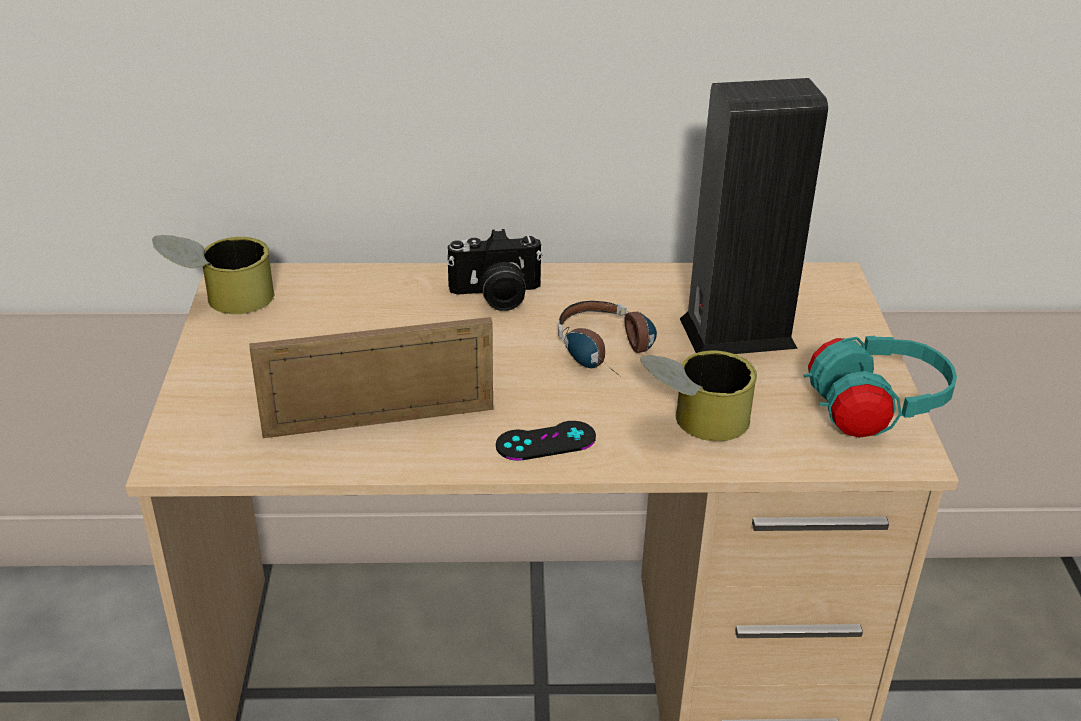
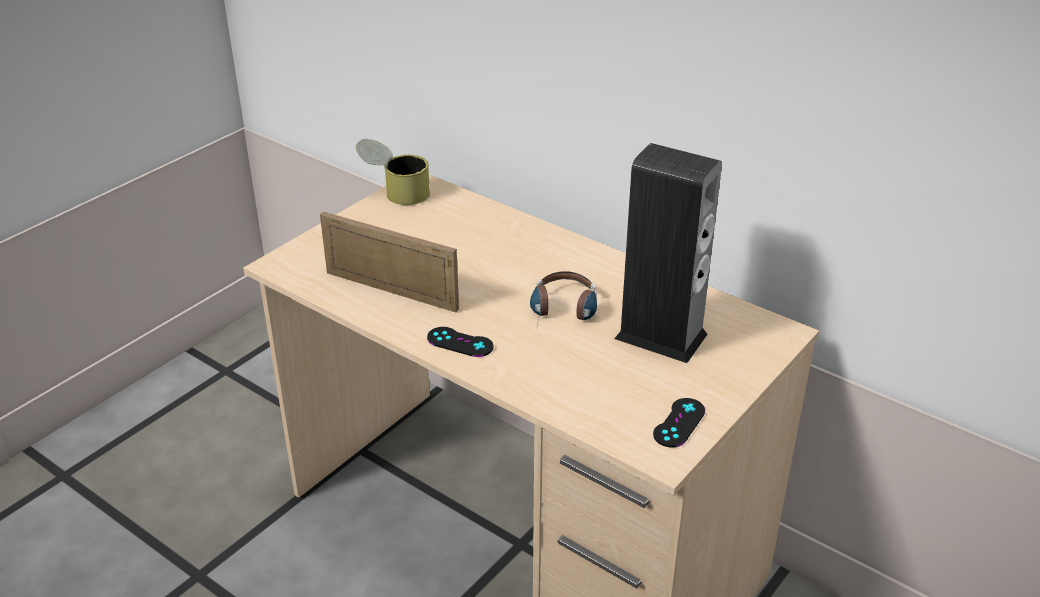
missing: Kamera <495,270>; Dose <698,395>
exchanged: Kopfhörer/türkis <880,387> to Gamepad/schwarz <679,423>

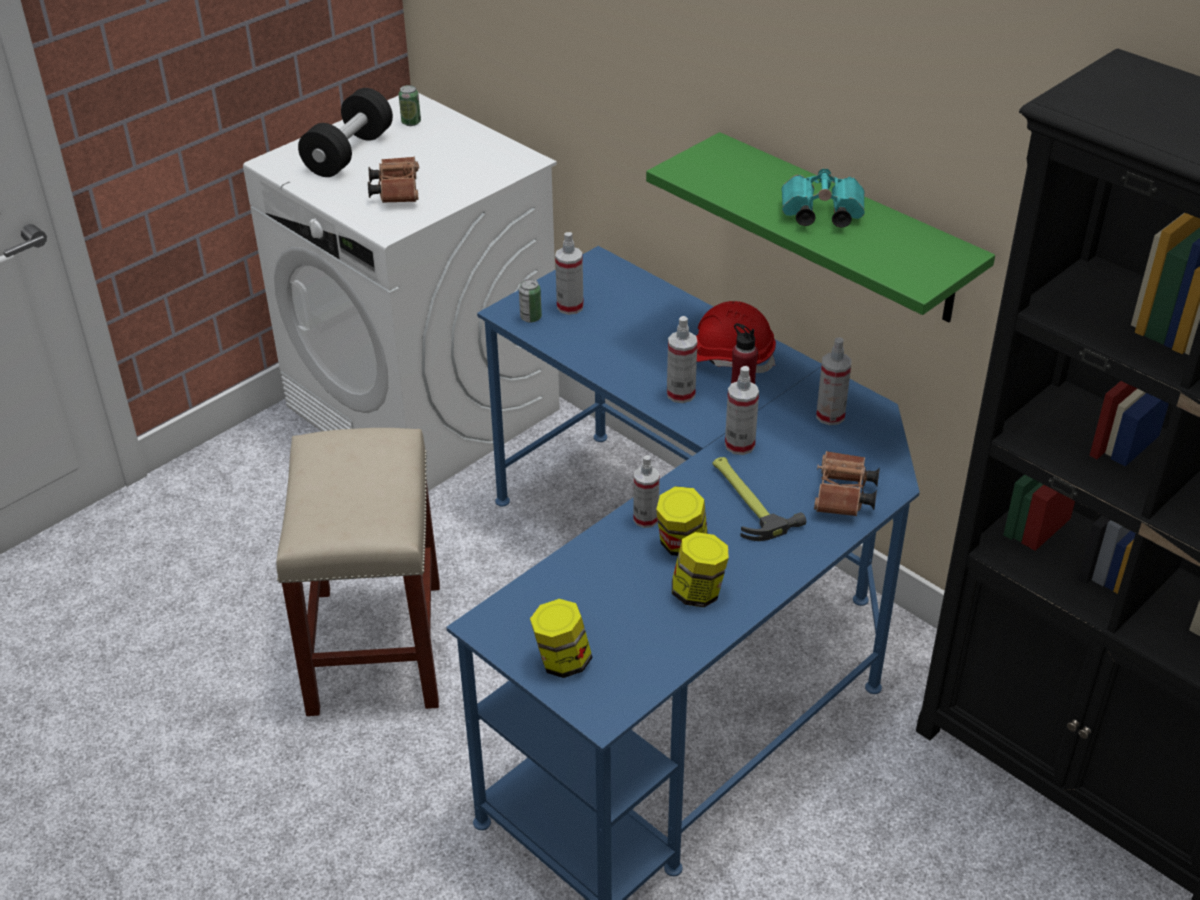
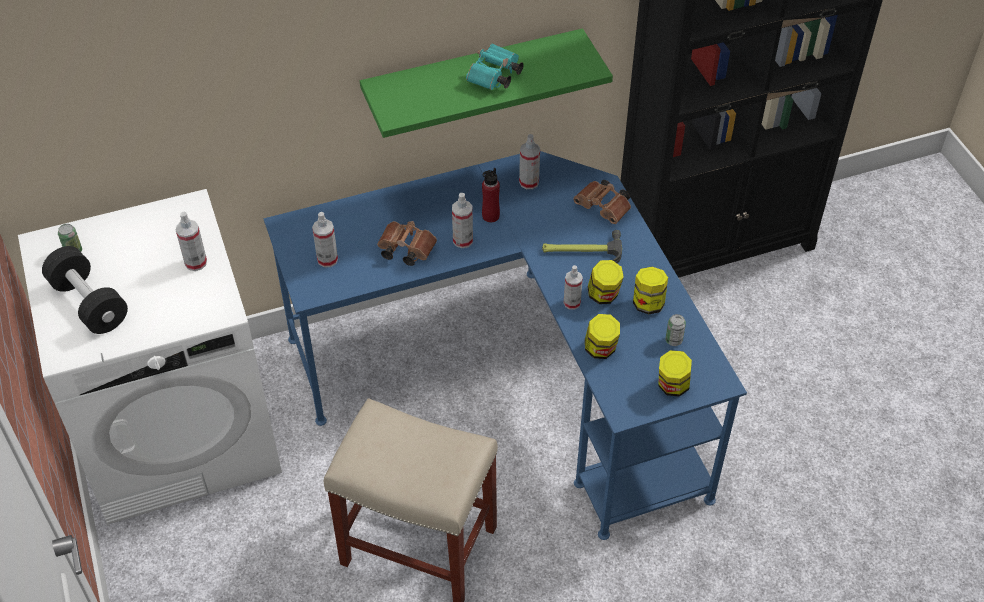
missing: Schutzhelm/rot <736,337>
appeared: Vorratsglas <602,336>
relocated: Sprühflasche <742,410> to <191,241>; Fernglas/braun <393,179> to <407,243>; Dose <530,301> to <675,330>

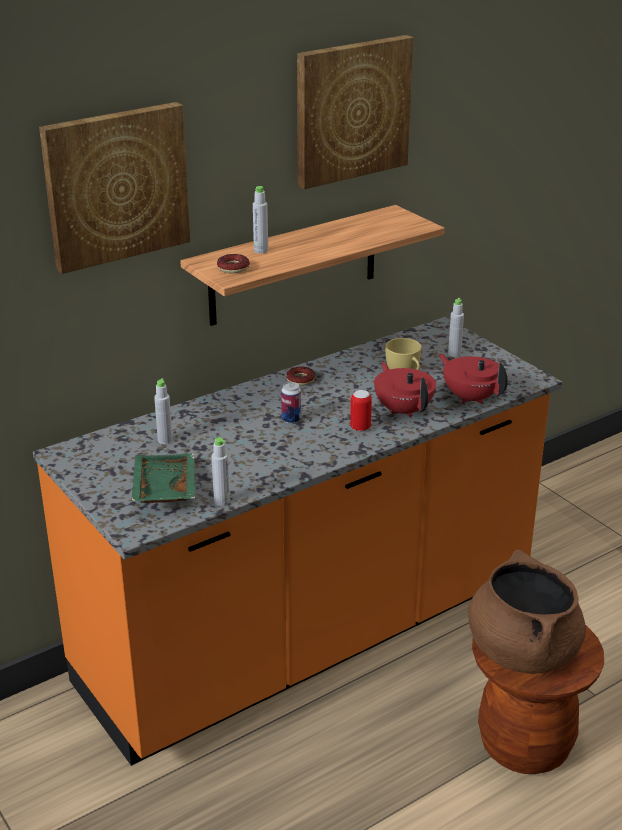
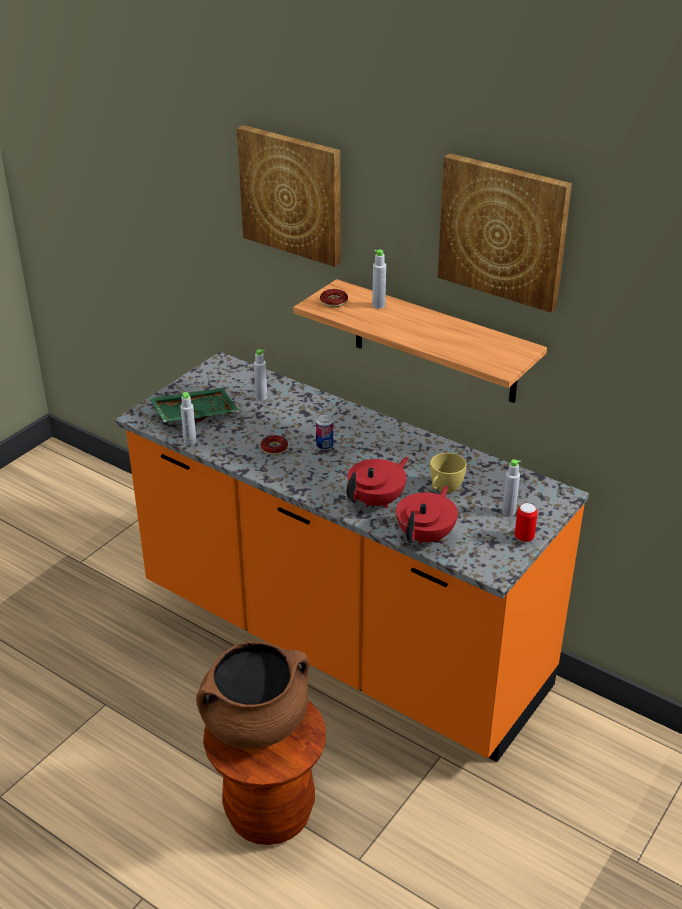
relocated: Donut <300,376> to <274,445>; Dose <361,411> to <526,522>

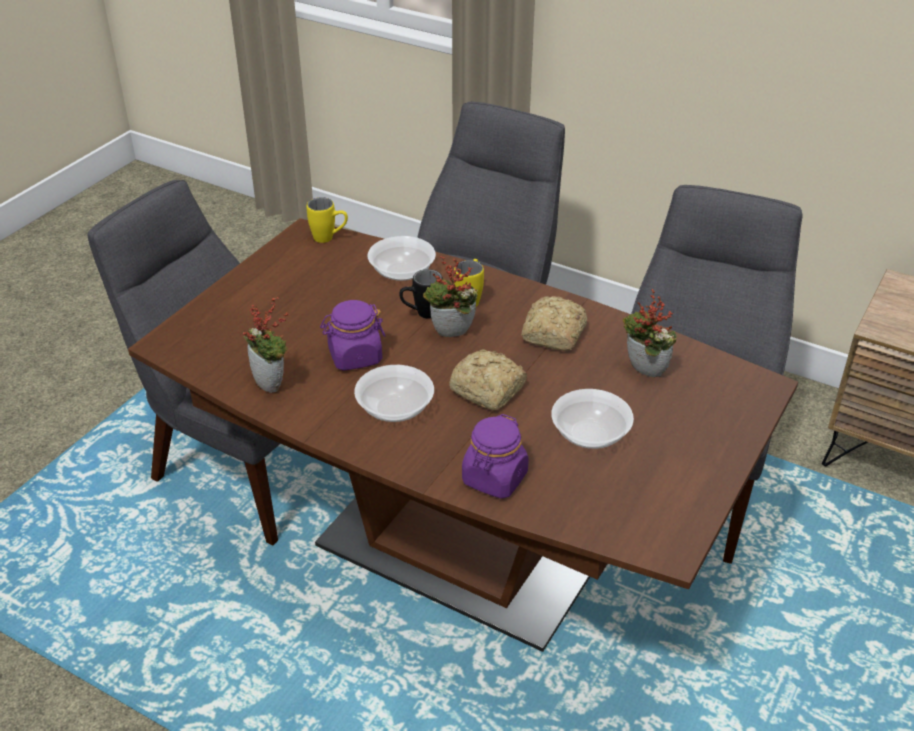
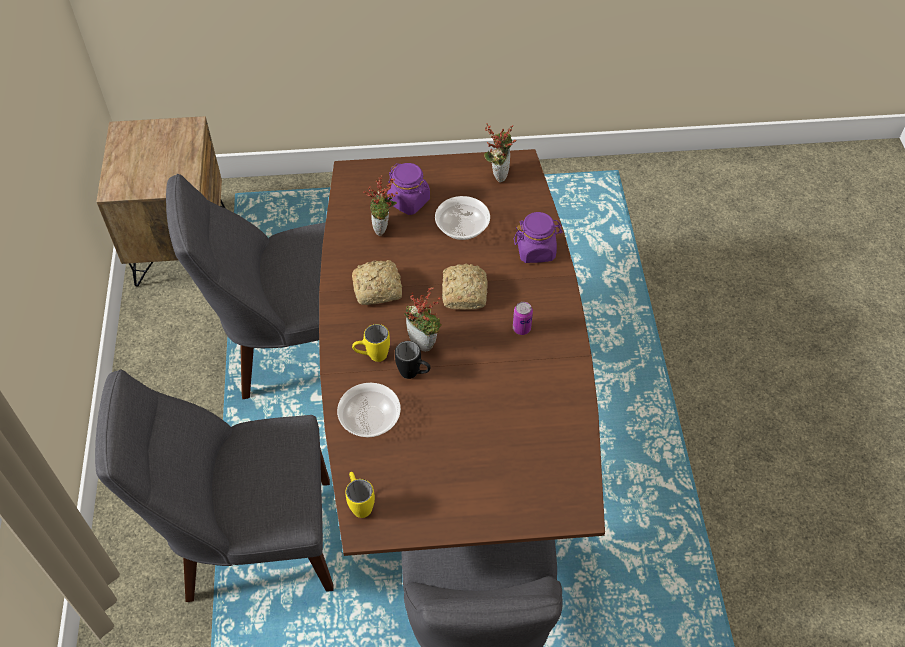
relocated: Vorratsglas/lila <352,335> to <408,189>; Topfpflanze <266,344> to <500,153>
exchanged: Schüssel <394,393> to Dose <523,318>

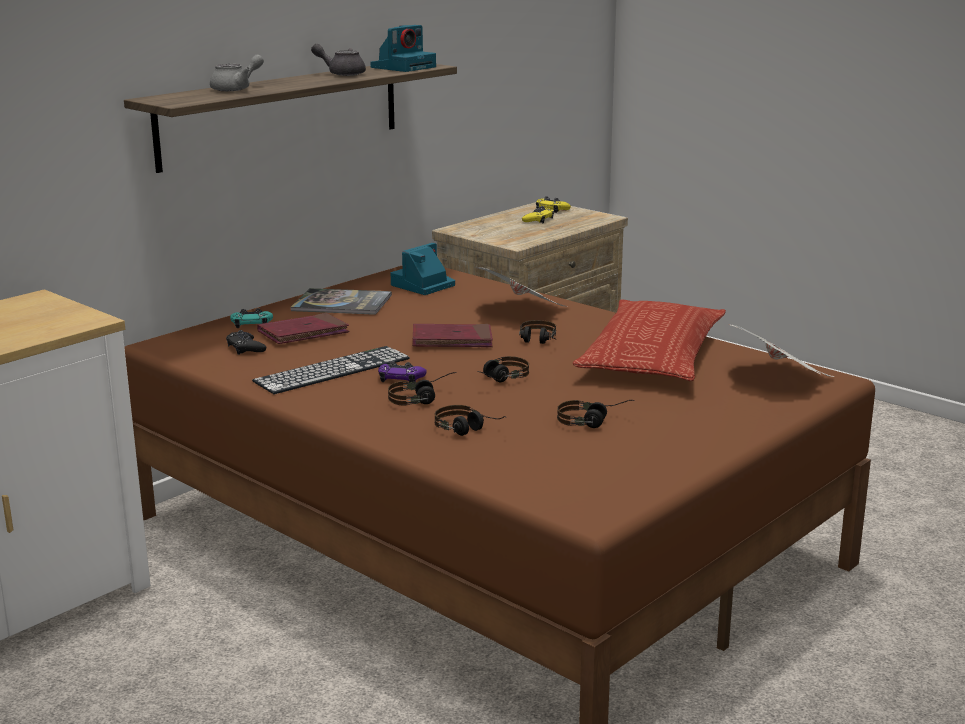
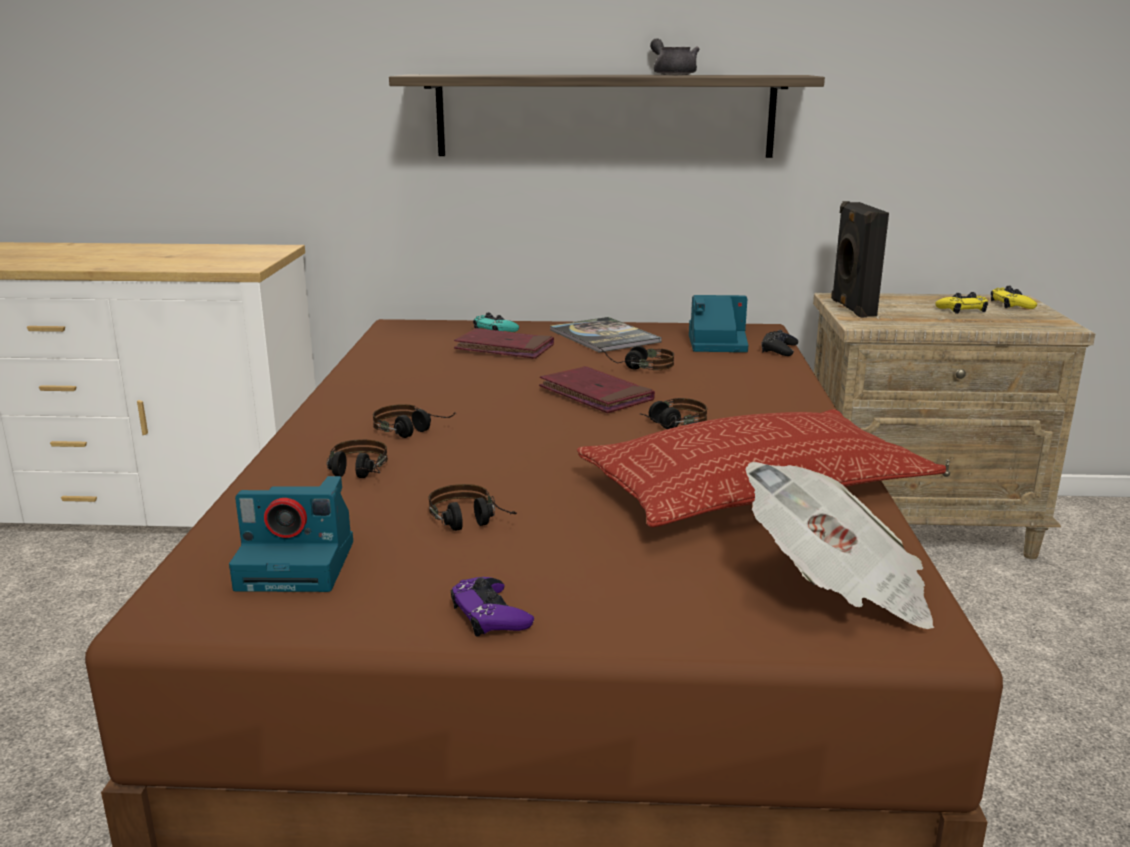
missing: Teekanne/grau <237,73>; Tastatur <331,370>; Zeitung <520,286>
appeared: Lautsprecher/schwarz <860,259>
relocated: Kamera <403,48> to <291,534>; Gamepad/lila <402,371> to <492,607>; Kopfhörer <503,369> to <636,358>; Gamepad/schwarz <246,342> to <779,343>

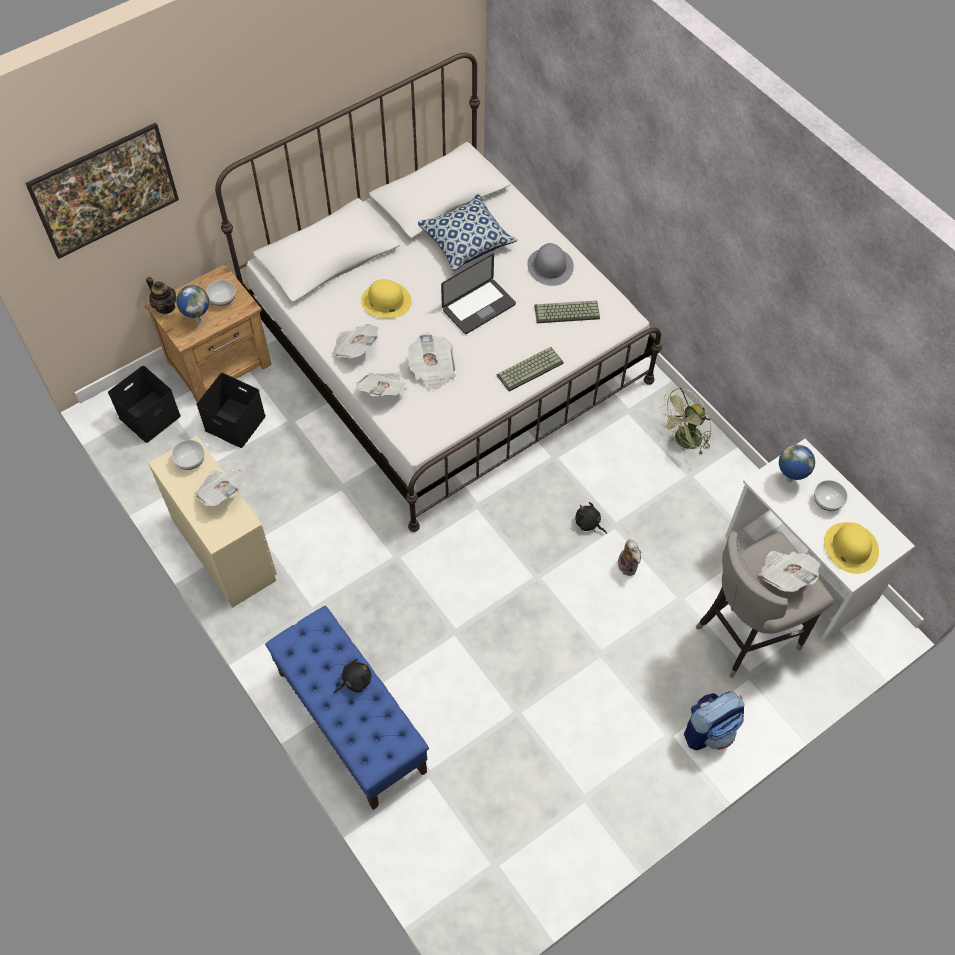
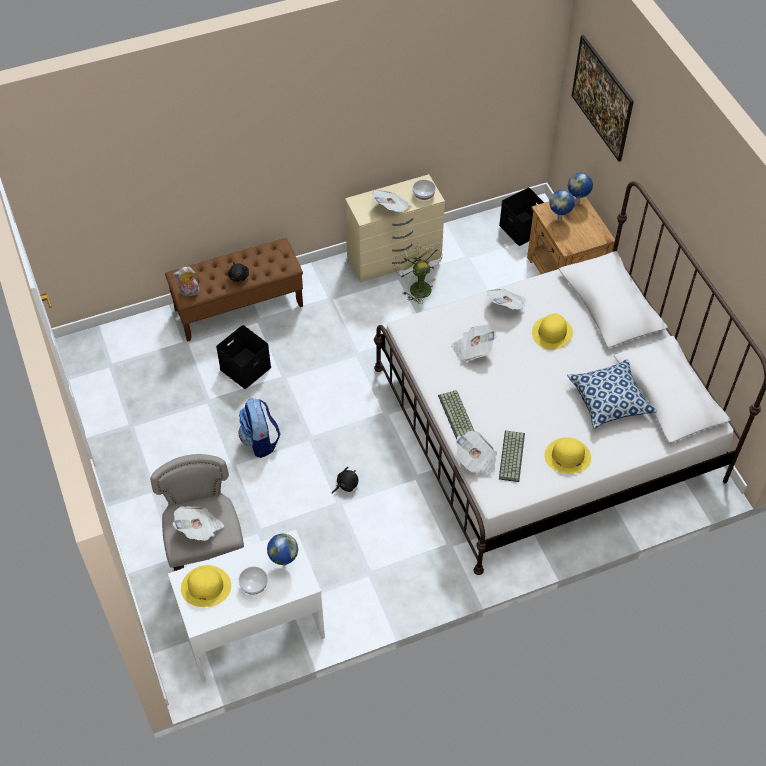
missing: Schüssel <221,293>; Laptop <478,294>
relocated: Plüschtier <629,557> to <186,281>; Aufbewahrungsbox/schwarz <231,410> to <243,357>; Rucksack <714,720> to <259,428>; Ventilator/grün <685,421> to <418,273>; Zeitung <381,384> to <476,453>
exchanged: Teekanne <161,295> to Globus <580,188>
colour: Bank/blau <347,708> to Bank/braun <234,290>; Hut/grau <550,264> to Hut/gelb <567,455>

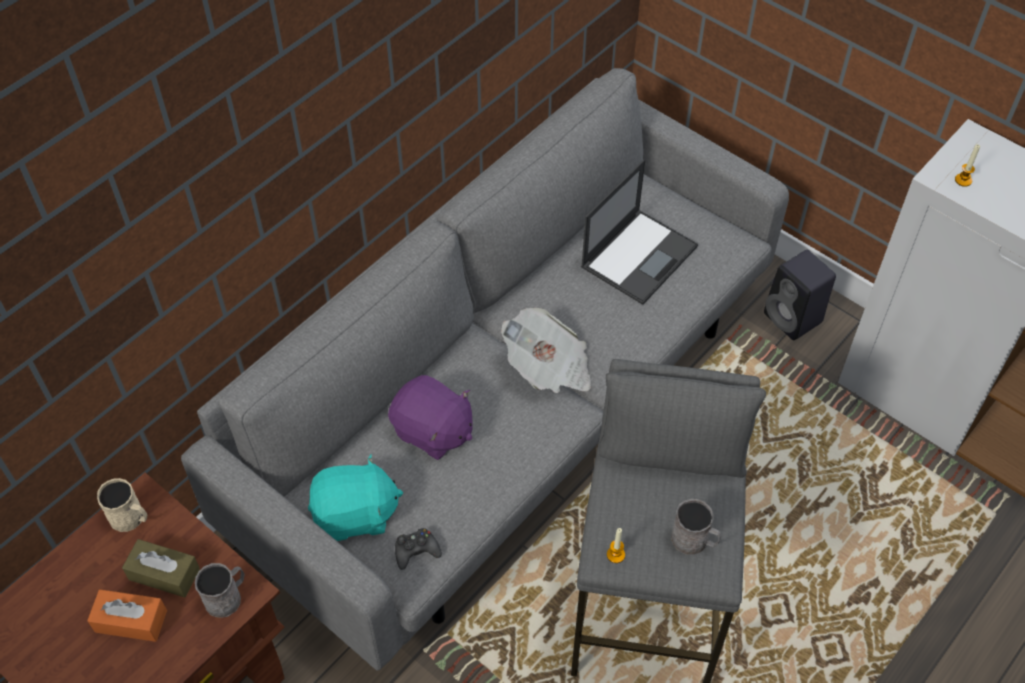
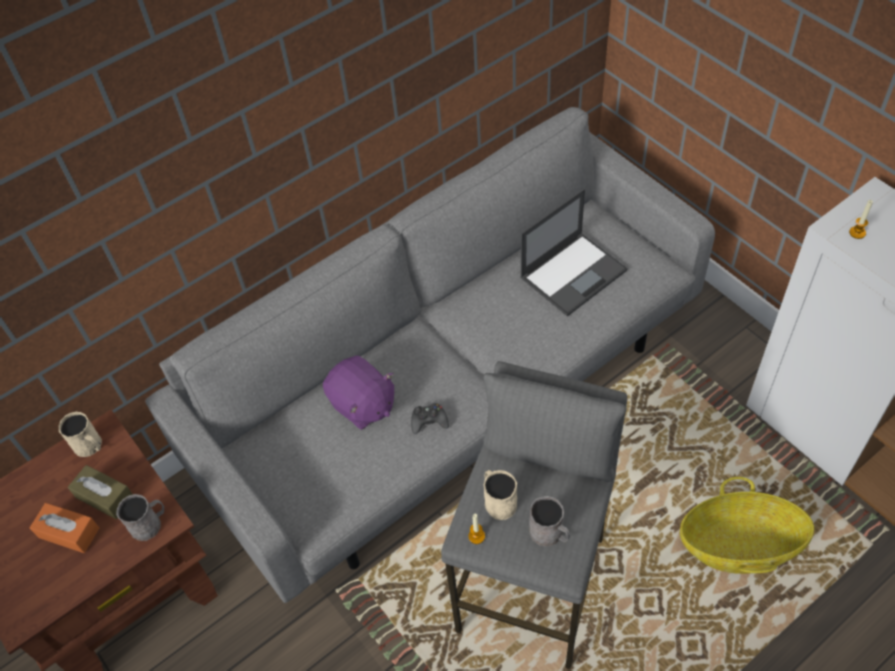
missing: Plüschtier/türkis <355,497>; Zeitung <546,350>; Lautsprecher/schwarz <800,295>
appeared: Henkelbecher/beige <500,495>; Korb <747,525>
relocated: Gamepad/schwarz <418,549> to <430,418>

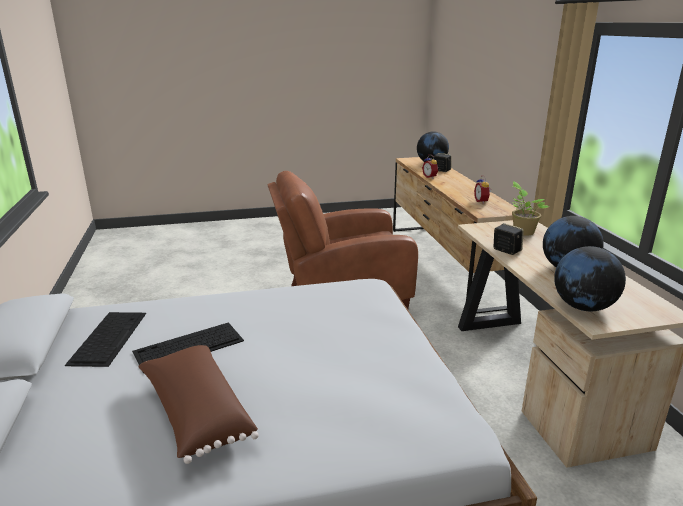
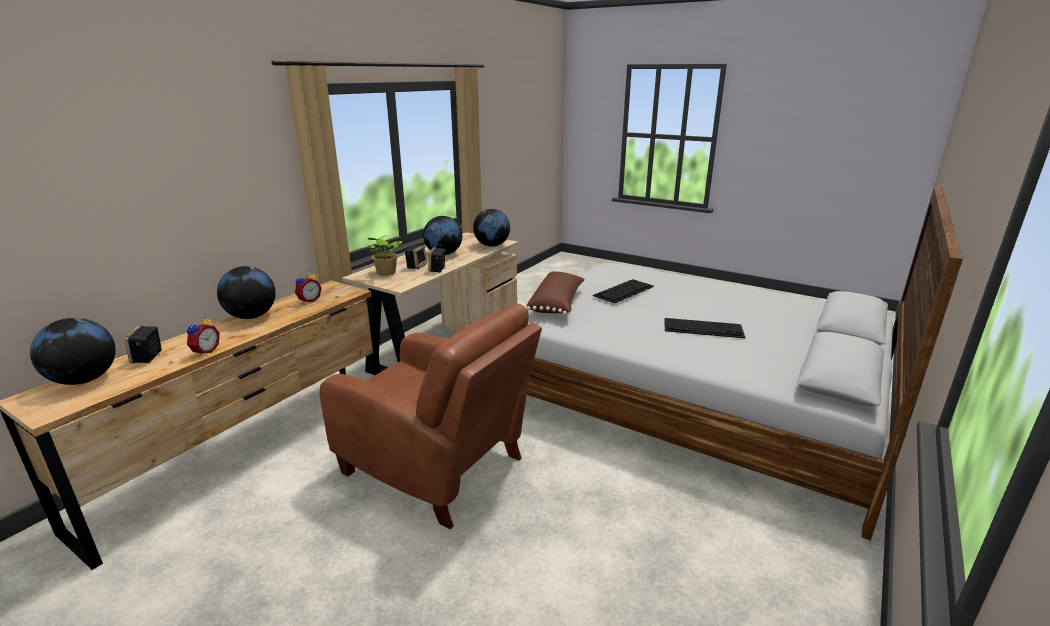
appeared: Globus <246,292>; Lautsprecher <416,257>
relocated: Kissen/braun <198,404> to <555,293>; Tastatur <105,339> to <623,291>

